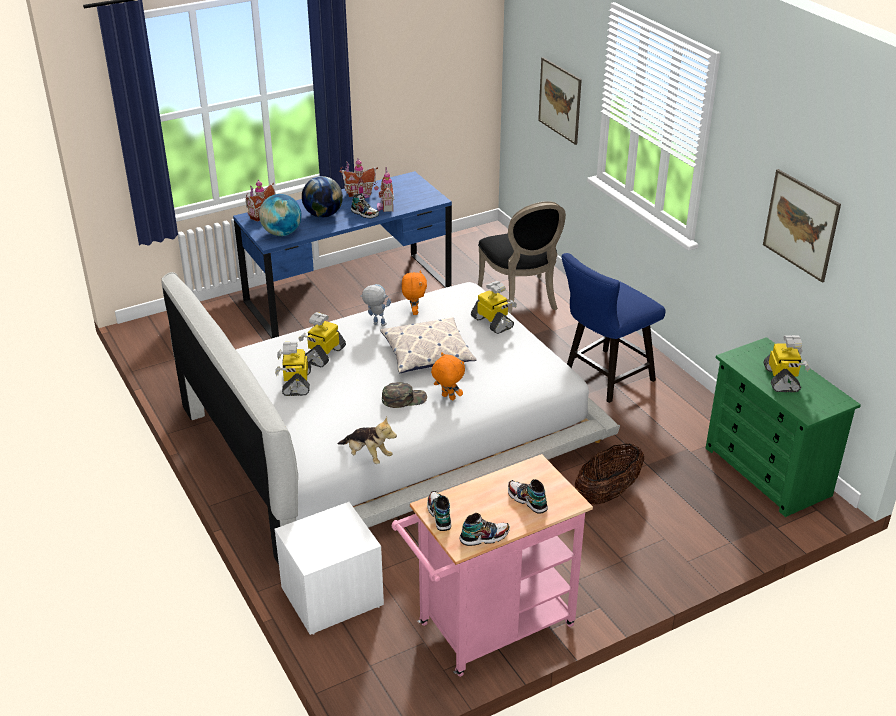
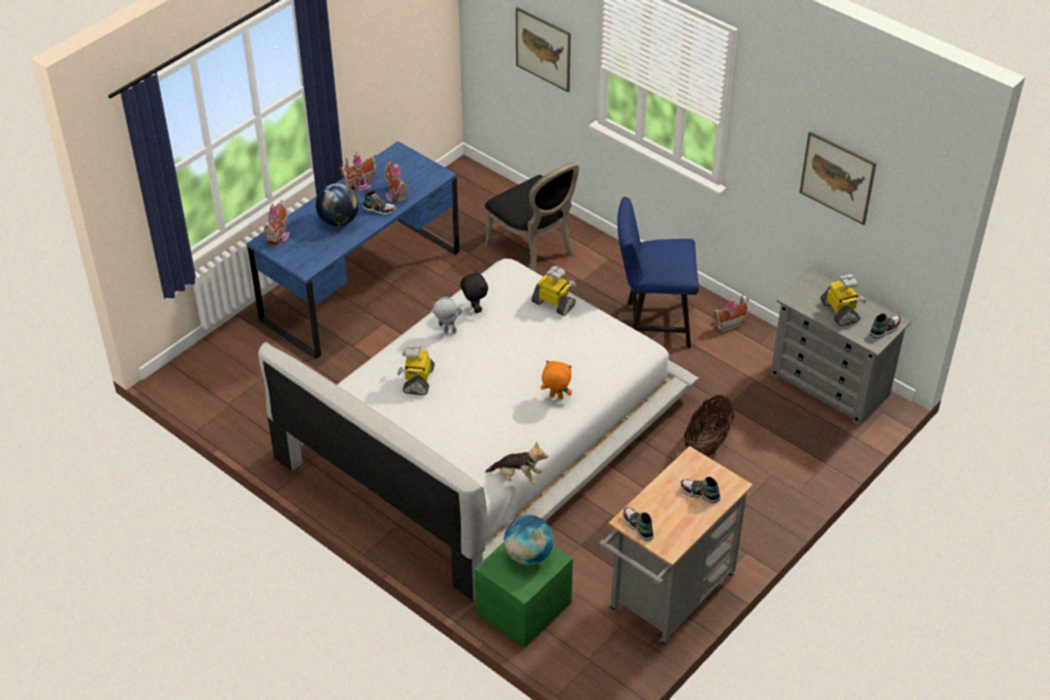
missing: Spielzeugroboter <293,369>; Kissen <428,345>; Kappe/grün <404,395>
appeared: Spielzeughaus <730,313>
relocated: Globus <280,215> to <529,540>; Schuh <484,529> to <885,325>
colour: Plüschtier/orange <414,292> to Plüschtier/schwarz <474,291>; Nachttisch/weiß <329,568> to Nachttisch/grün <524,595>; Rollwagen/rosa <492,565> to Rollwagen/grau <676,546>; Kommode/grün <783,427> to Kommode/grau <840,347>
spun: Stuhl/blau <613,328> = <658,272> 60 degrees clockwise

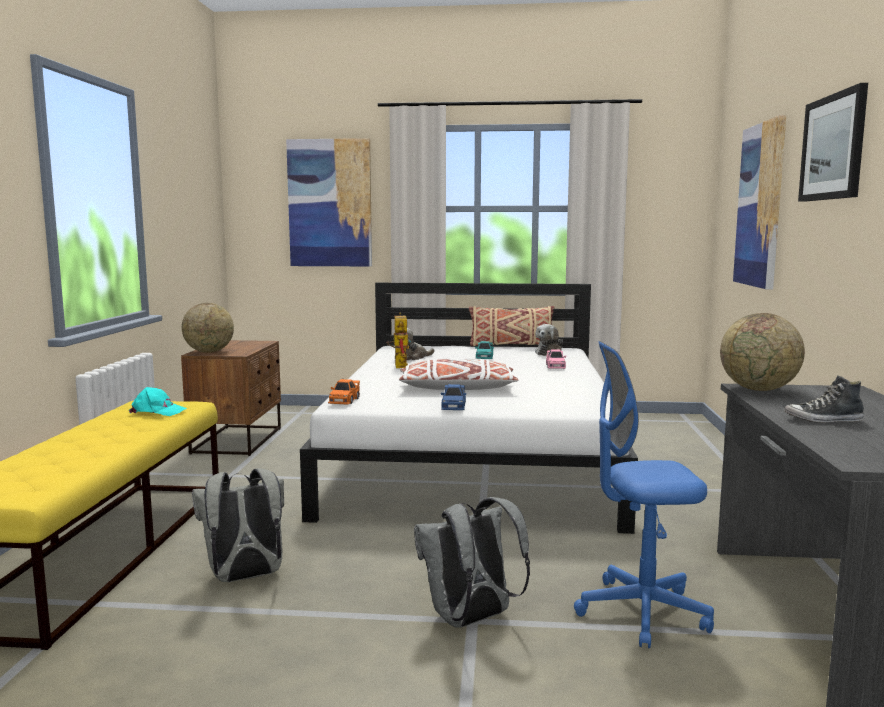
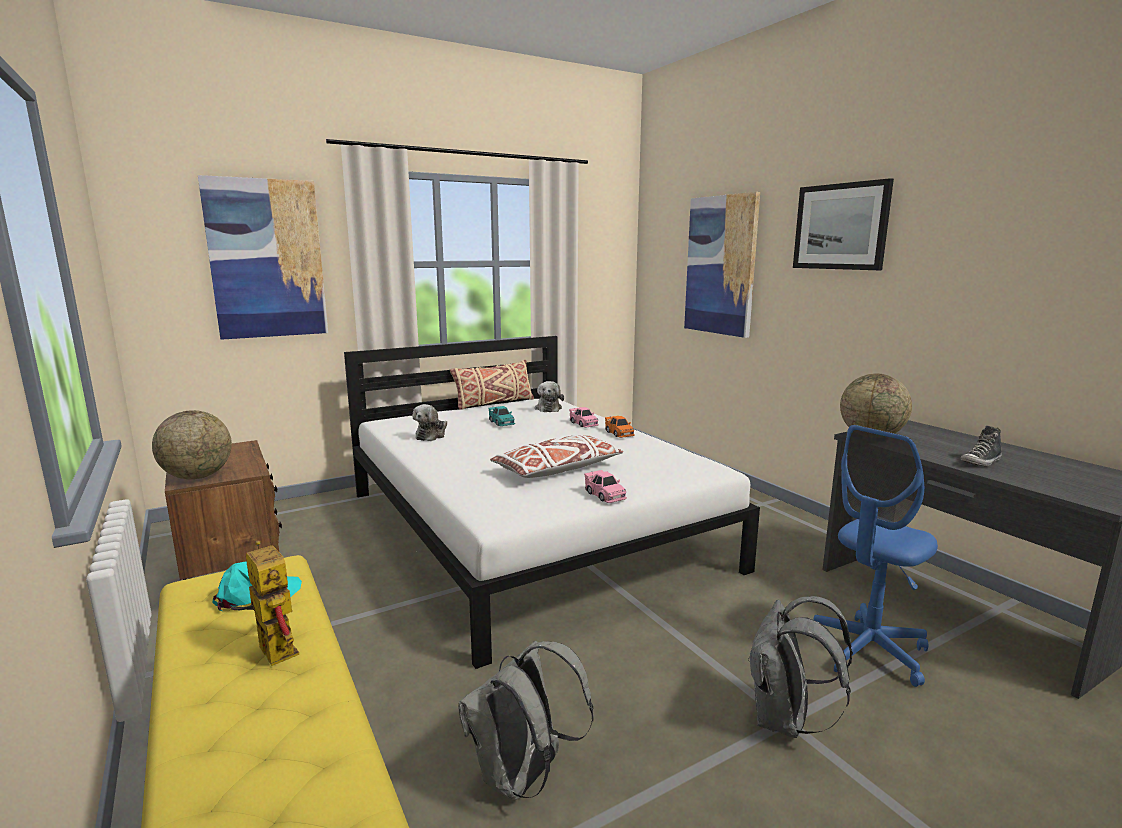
relocated: Spielzeugroboter <398,340> to <265,603>; Spielzeugauto/orange <344,391> to <620,427>
colour: Spielzeugauto/blau <453,396> to Spielzeugauto/rosa <605,486>

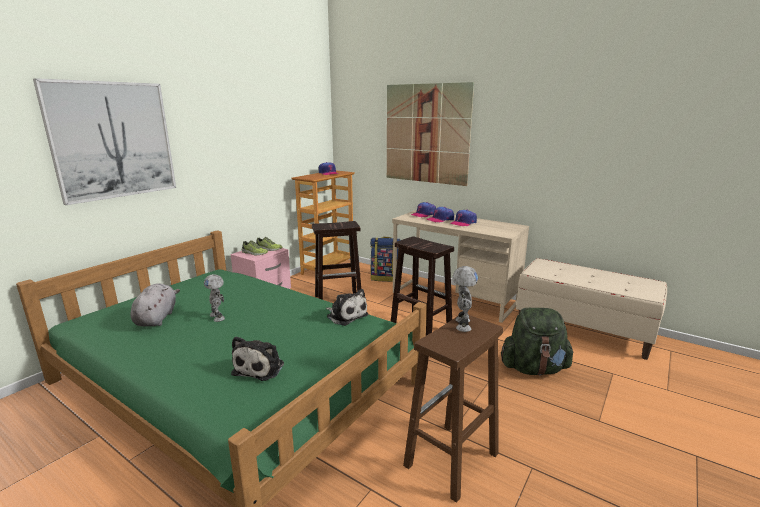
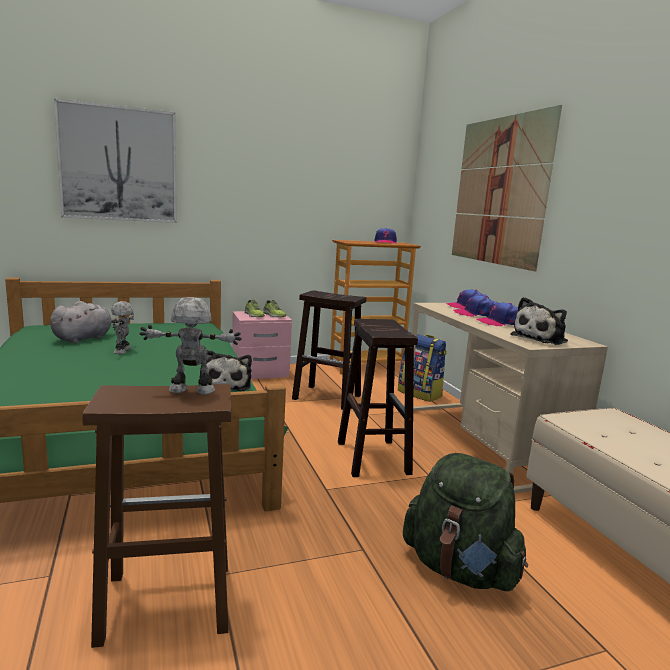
relocated: Plüschtier <257,358> to <539,321>
spun: Spielzeugroboter <465,299> = <190,346> 135 degrees counterclockwise

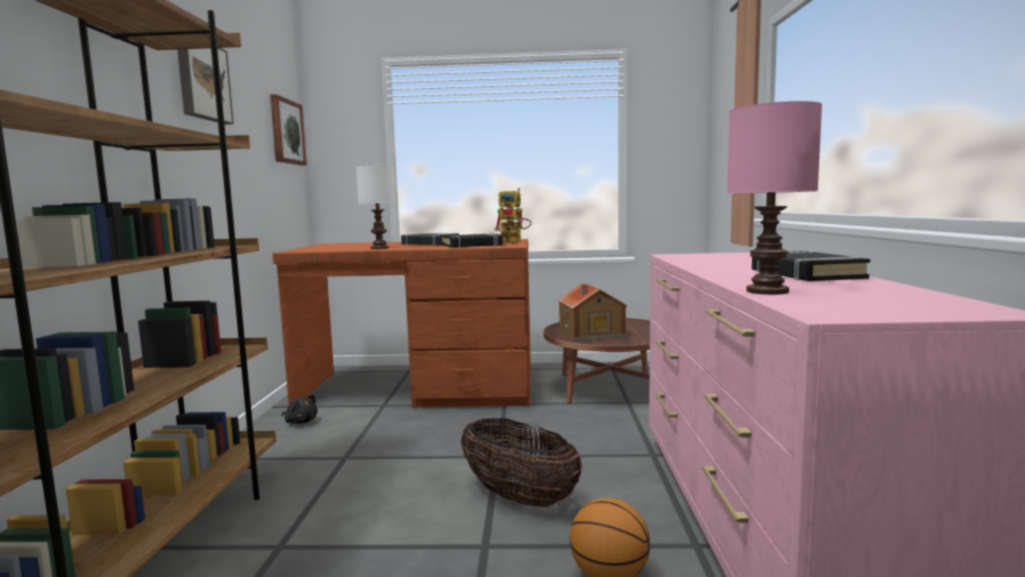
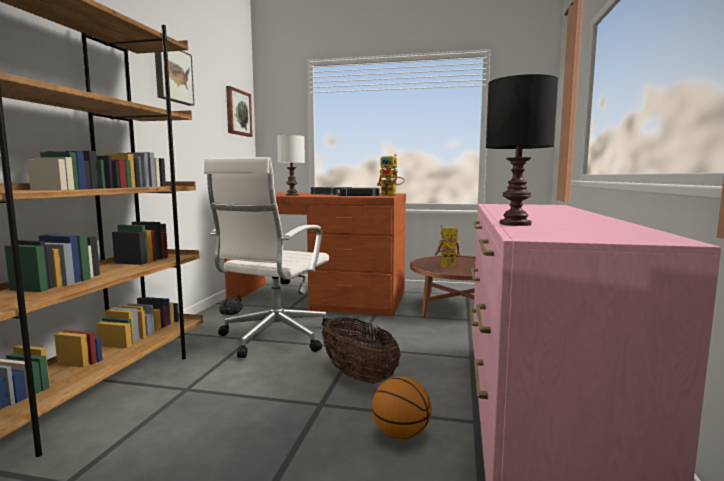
missing: Buch/schwarz <811,266>
appeared: Bürostuhl/weiß <267,257>
exchanged: Spielzeughaus <592,312> to Spielzeugroboter <447,246>
colour: Tischlampe/rosa <774,198> to Tischlampe/schwarz <522,150>

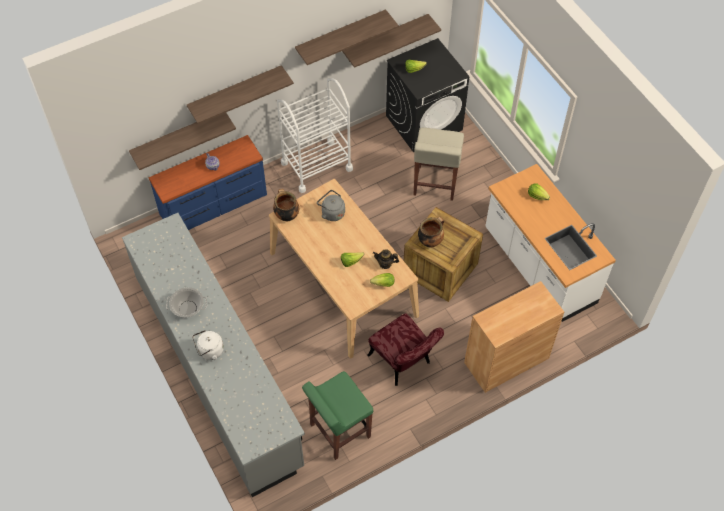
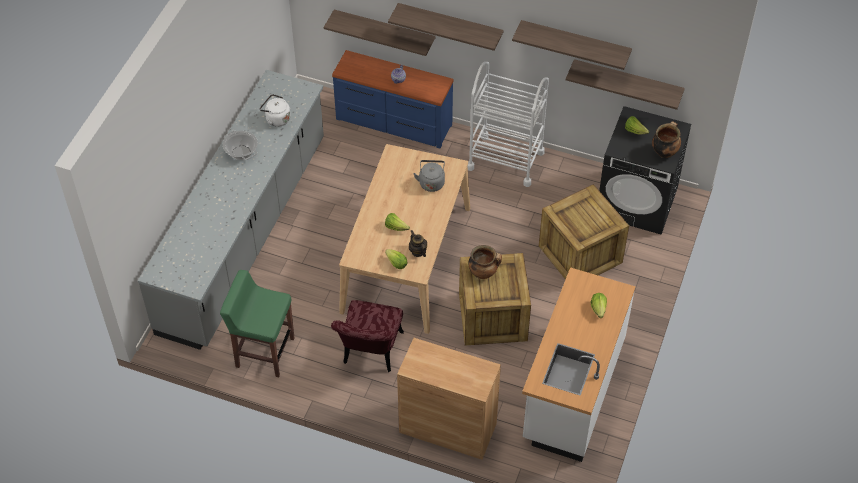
relocated: Wasserkessel/weiß <208,345> to <275,110>; Kochtopf <286,205> to <666,139>
exchanged: Hocker/beige <438,164> to Kiste <584,232>

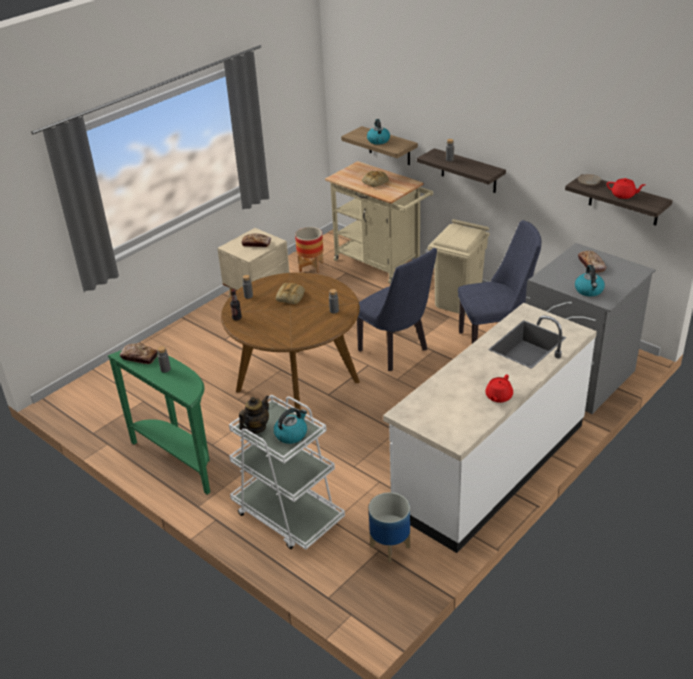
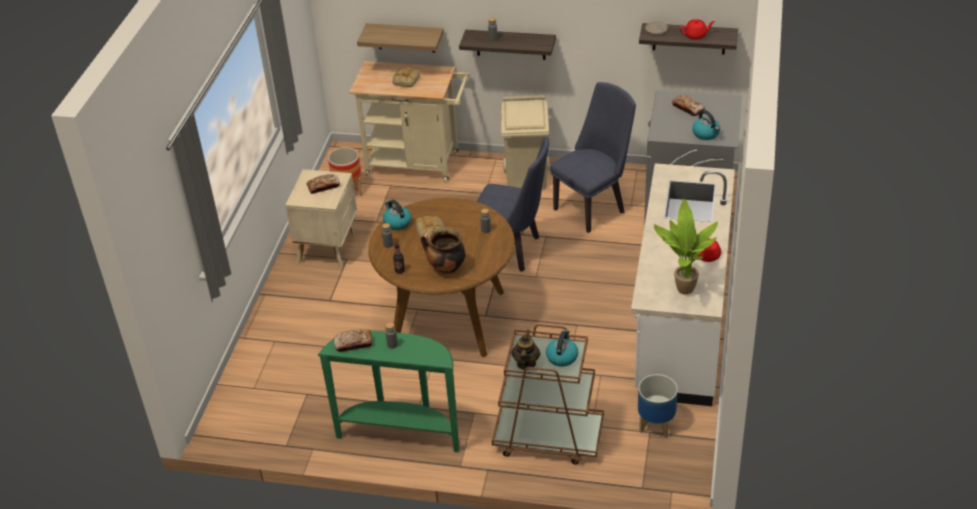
appeared: Kochtopf <443,251>; Topfpflanze <686,247>
relocated: Wasserkessel <378,132> to <397,215>
colour: Rollwagen/weiß <287,472> to Rollwagen/braun <548,394>

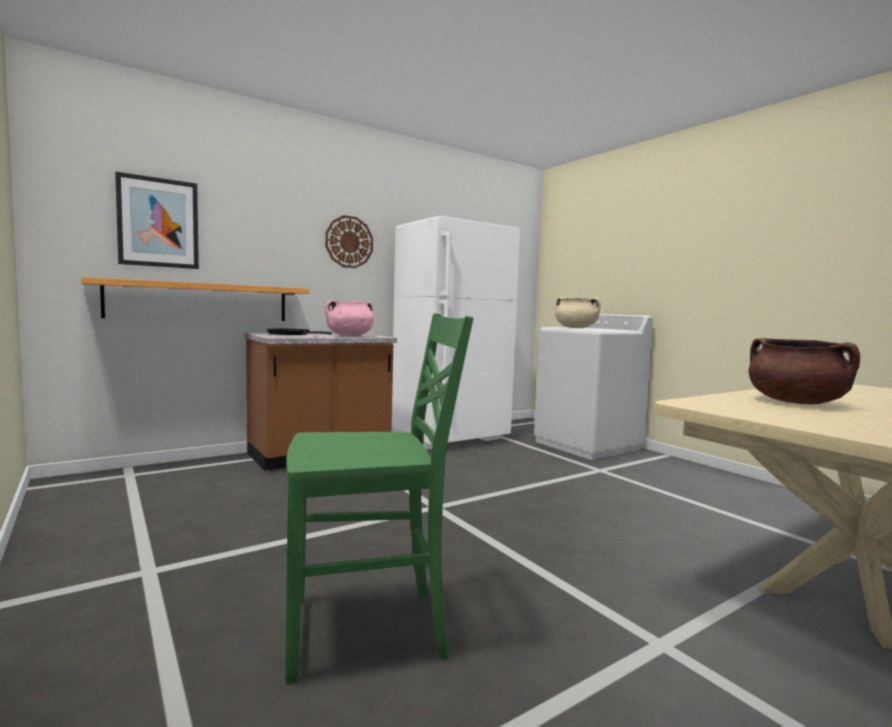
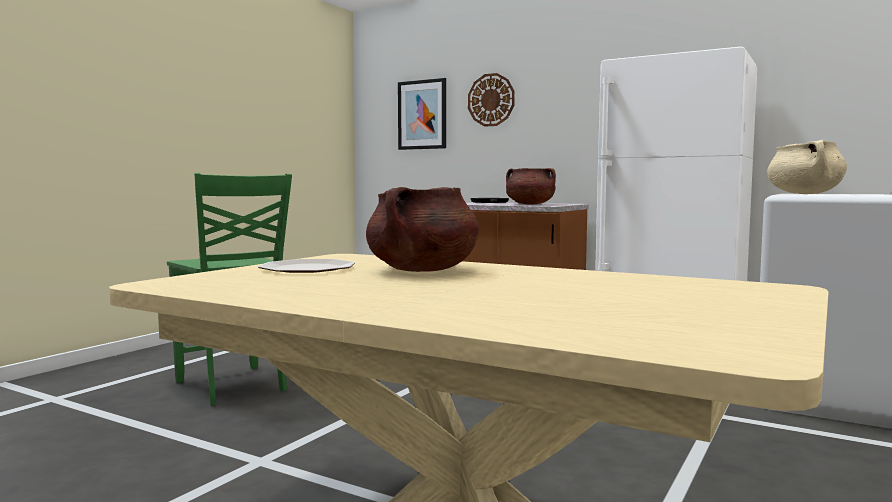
missing: Wandregal <195,299>
appeared: Teller <306,266>
relocated: Wanduhr <349,241> to <491,100>
colour: Kochtopf/rosa <349,318> to Kochtopf/braun <531,186>

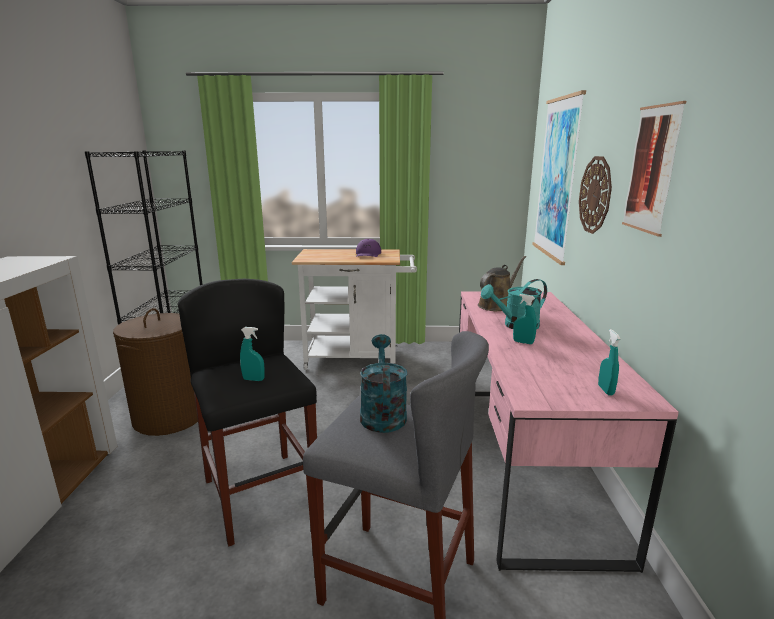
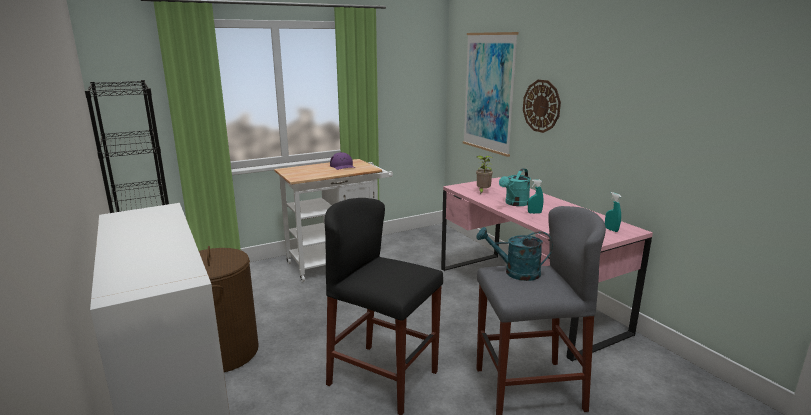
missing: Sprühflasche/türkis <252,354>; Bild <654,169>
exchanged: Gießkanne/braun <502,283> to Topfpflanze <484,175>
spun: Gießkanne/türkis <384,383> = <514,254> 45 degrees counterclockwise

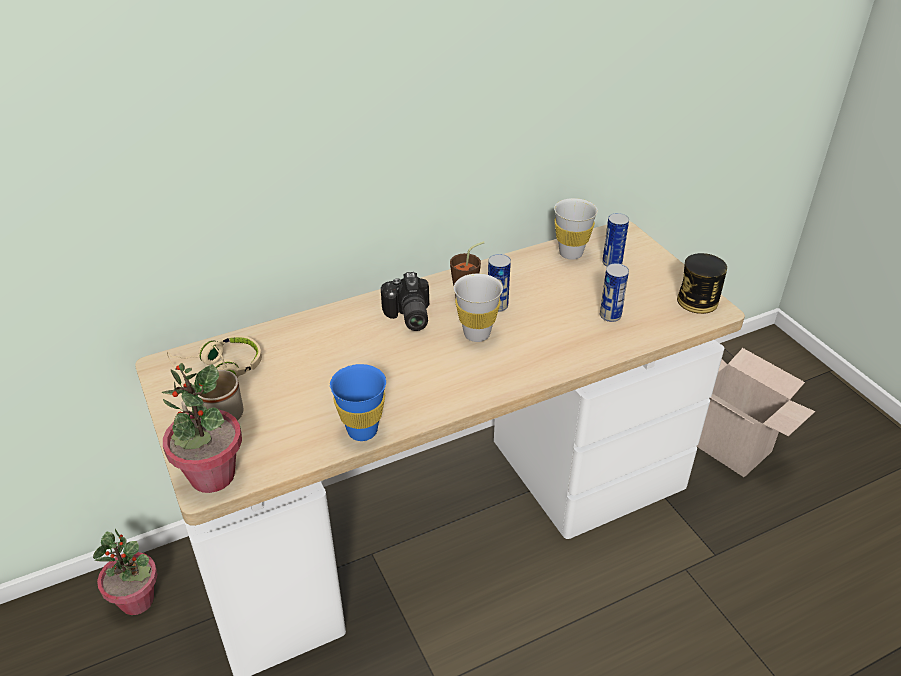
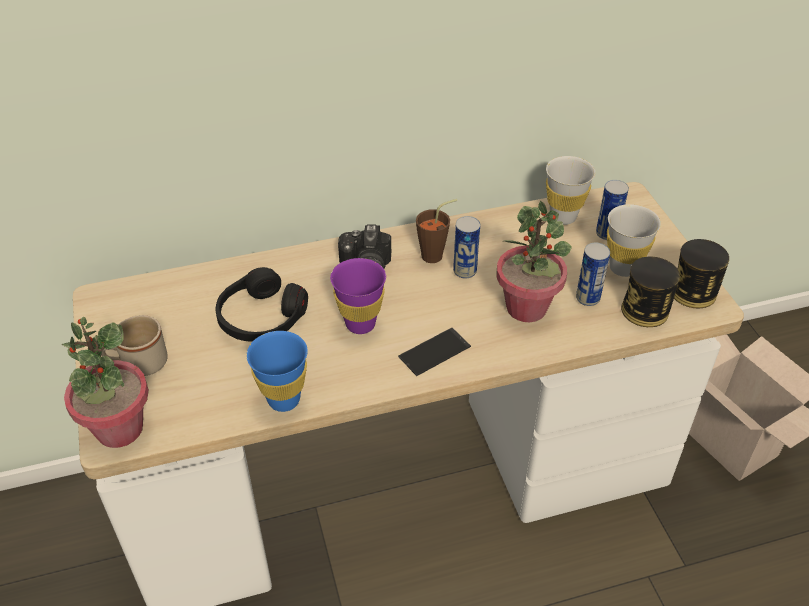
missing: Kopfhörer/beige <214,356>
appeared: Kopfhörer/schwarz <261,304>; Tasse/lila <358,296>; Handy <434,352>; Dose <650,292>
relocated: Topfpflanze <125,572> to <534,261>; Tasse/weiß <478,307> to <634,240>

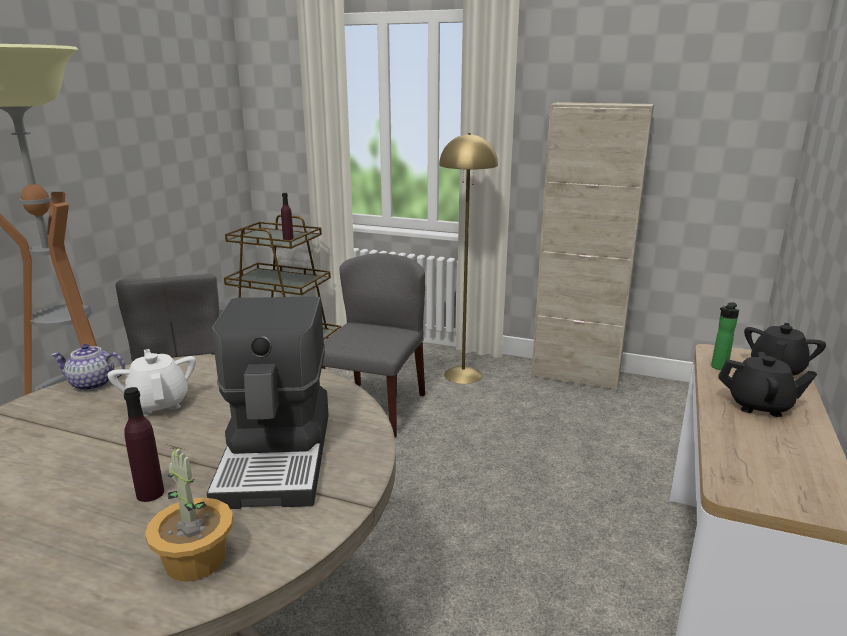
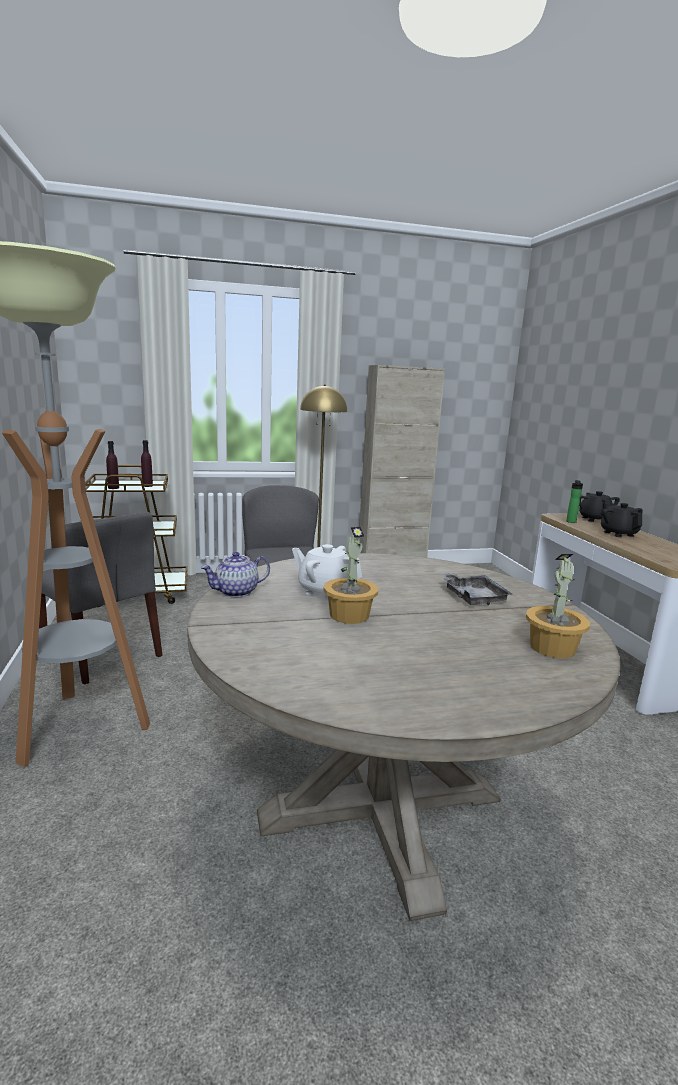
appeared: Topfpflanze <350,575>
relocated: Flasche/lila <143,444> to <112,465>
exchanged: Kaffeemaschine <268,402> to Tablett/grau <476,589>
spun: Teekanne/schwarz <767,384> = <622,520> 90 degrees counterclockwise

